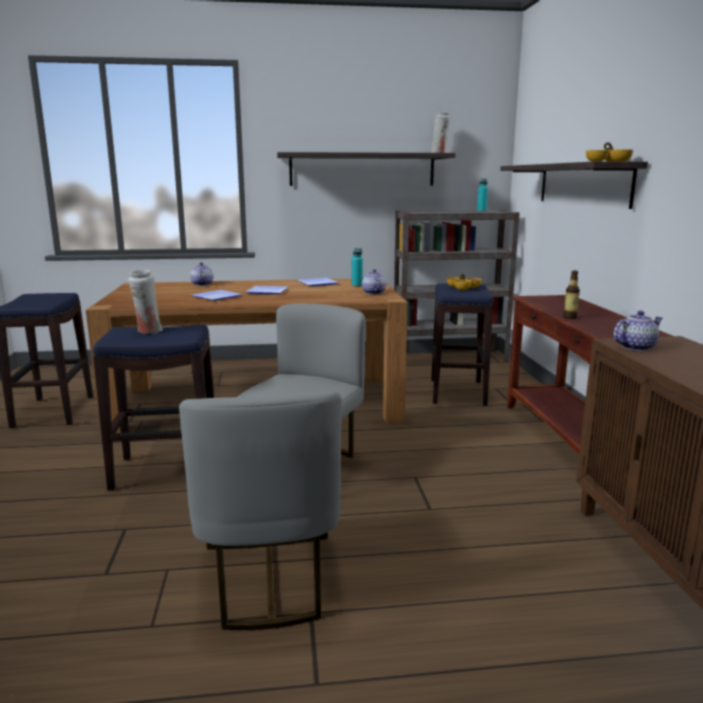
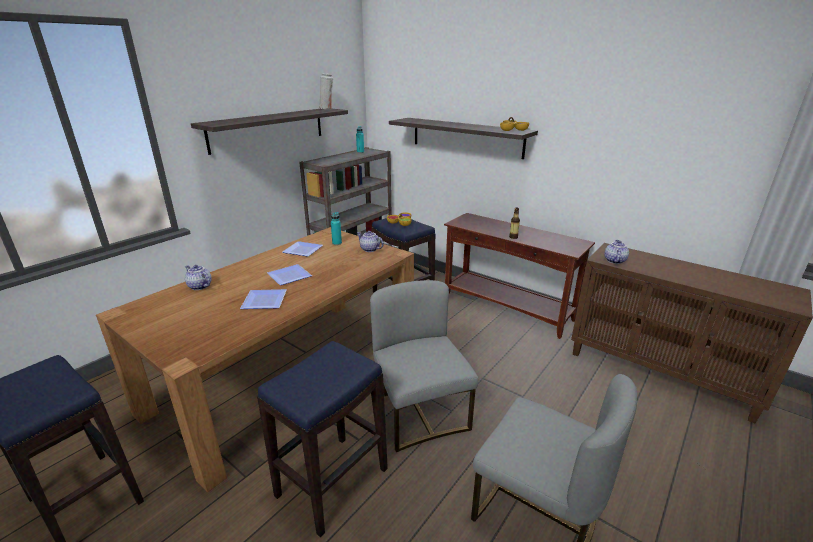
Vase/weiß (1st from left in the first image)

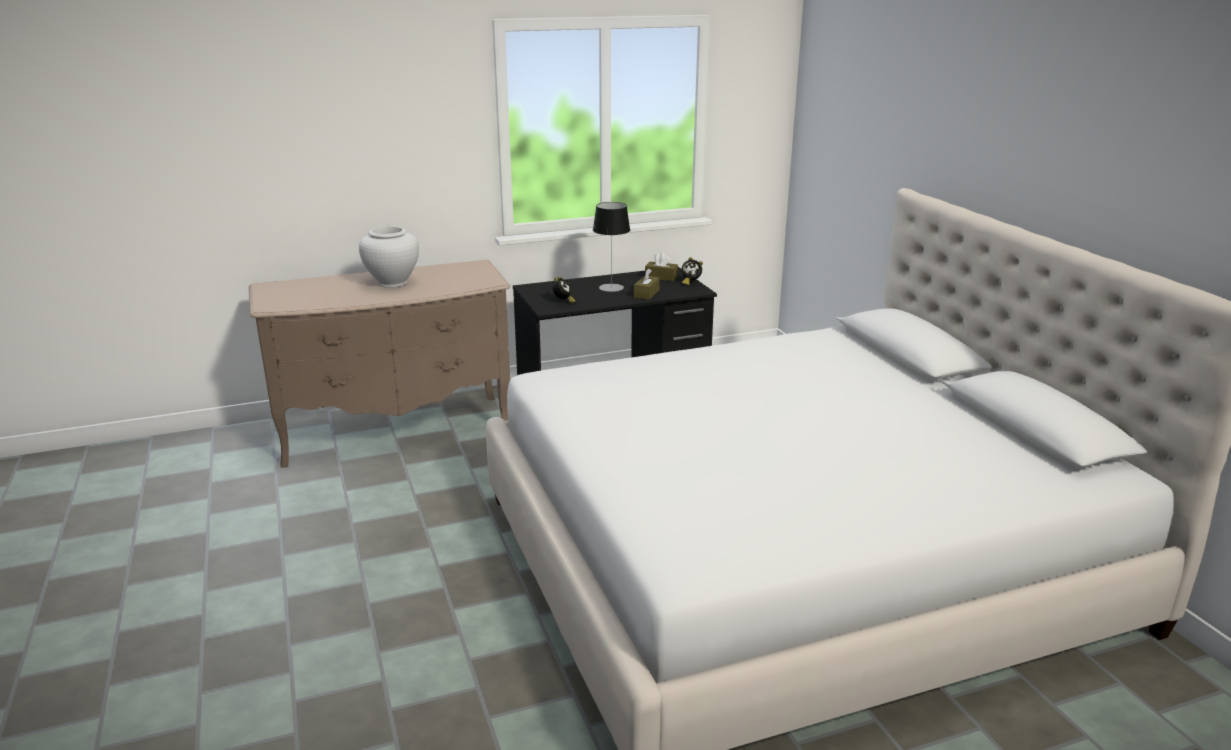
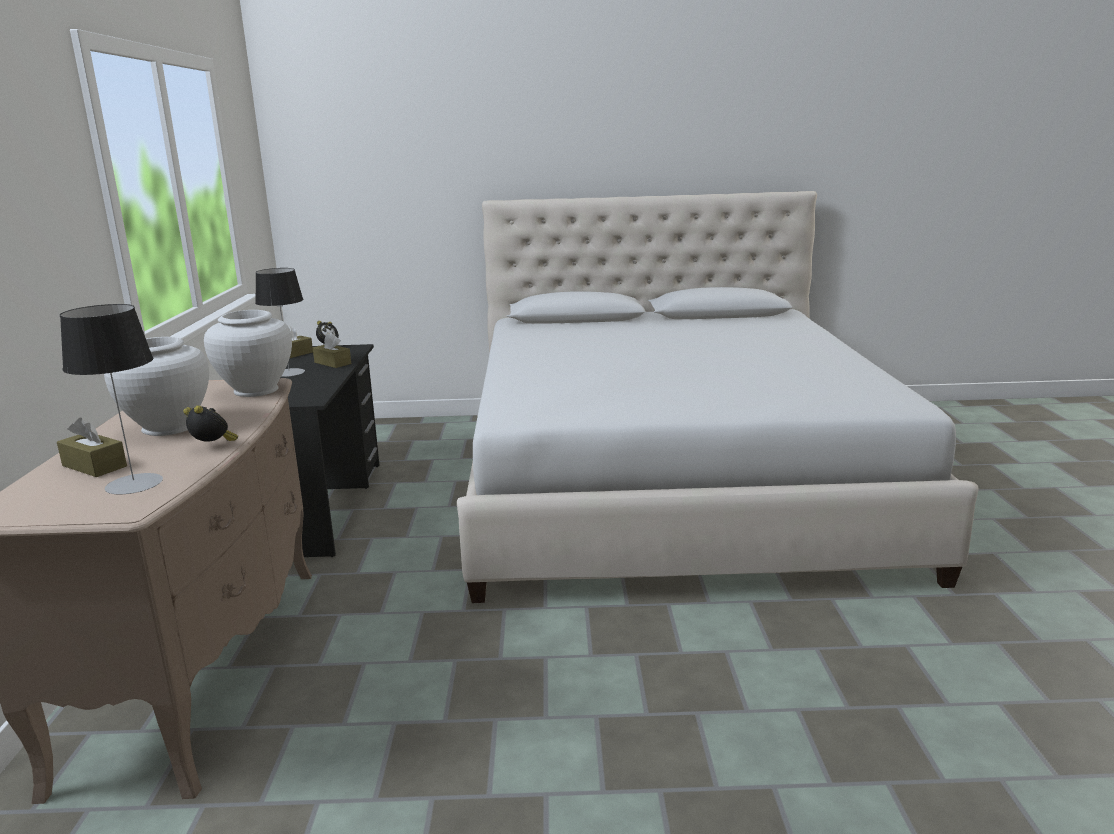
Wecker (1st from left); Taschentuchbox/braun (1st from left); Tischlampe (1st from left); Vase/weiß (2nd from left)

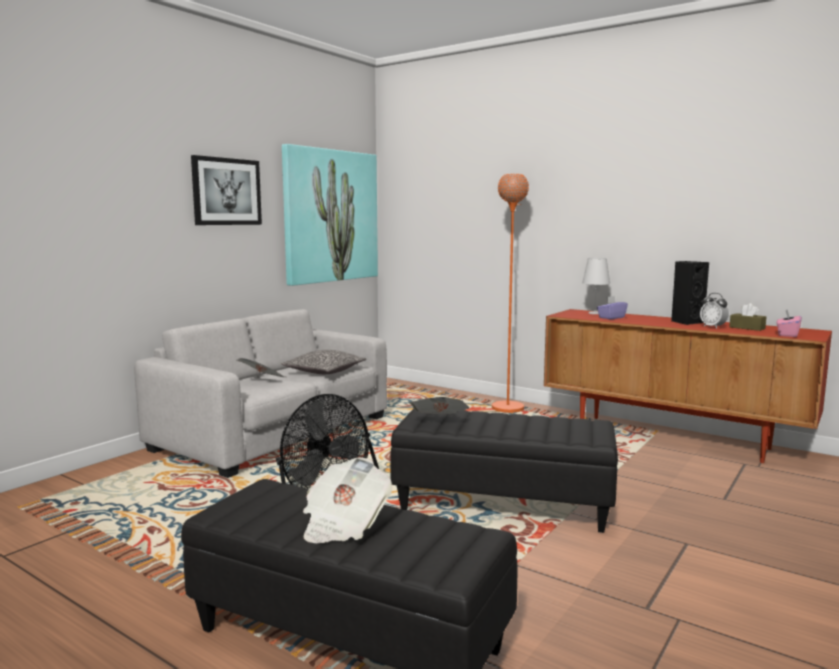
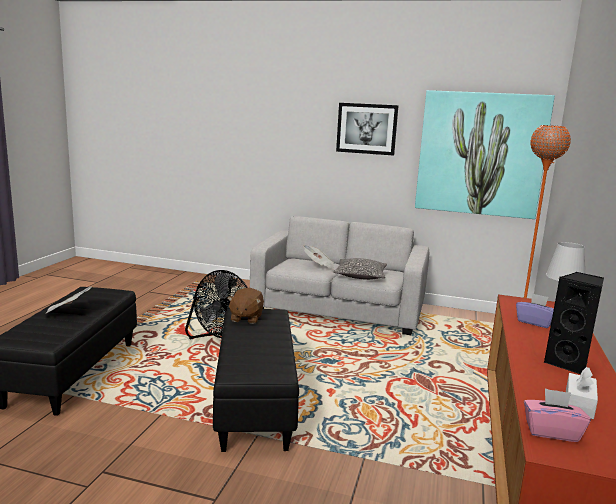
Plüschtier/braun; Wecker; Taschentuchbox/weiß

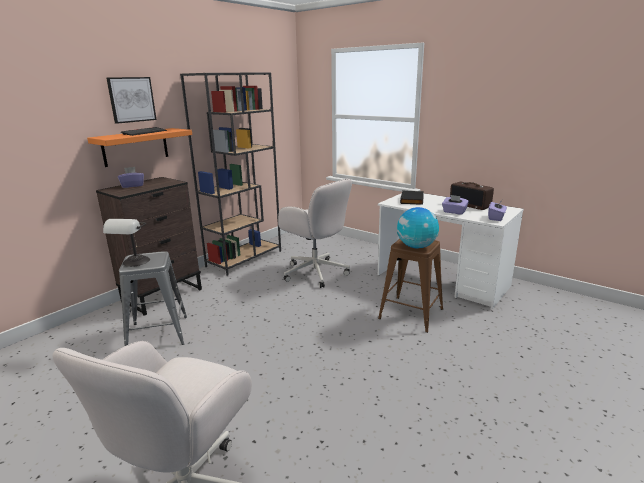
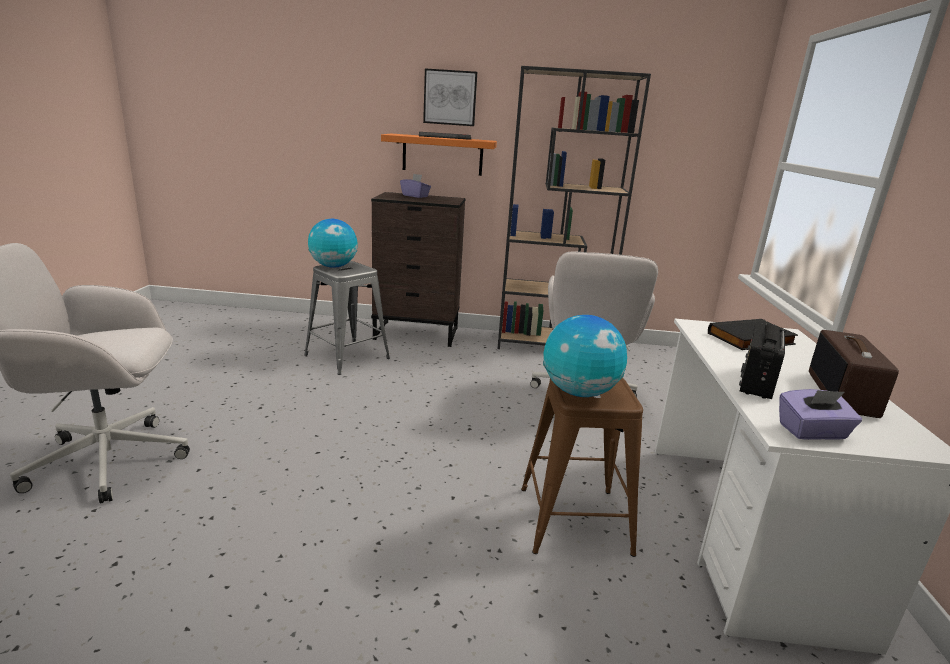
Globus (1st from left); Radio (1st from left)

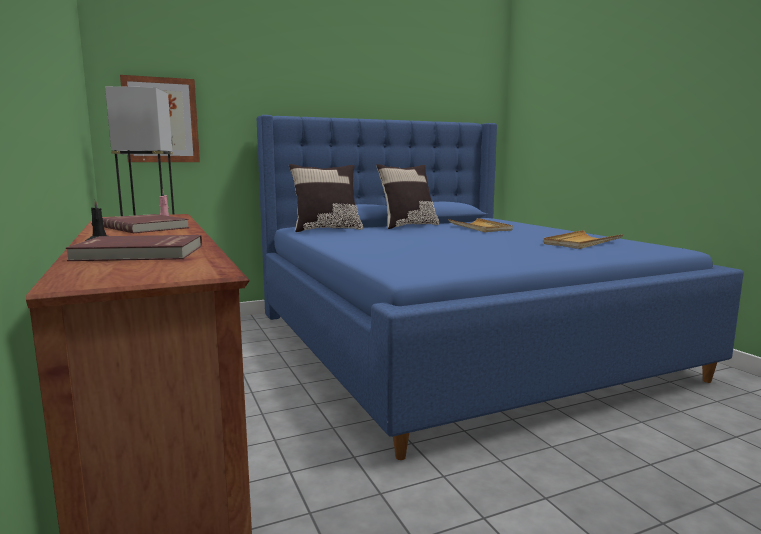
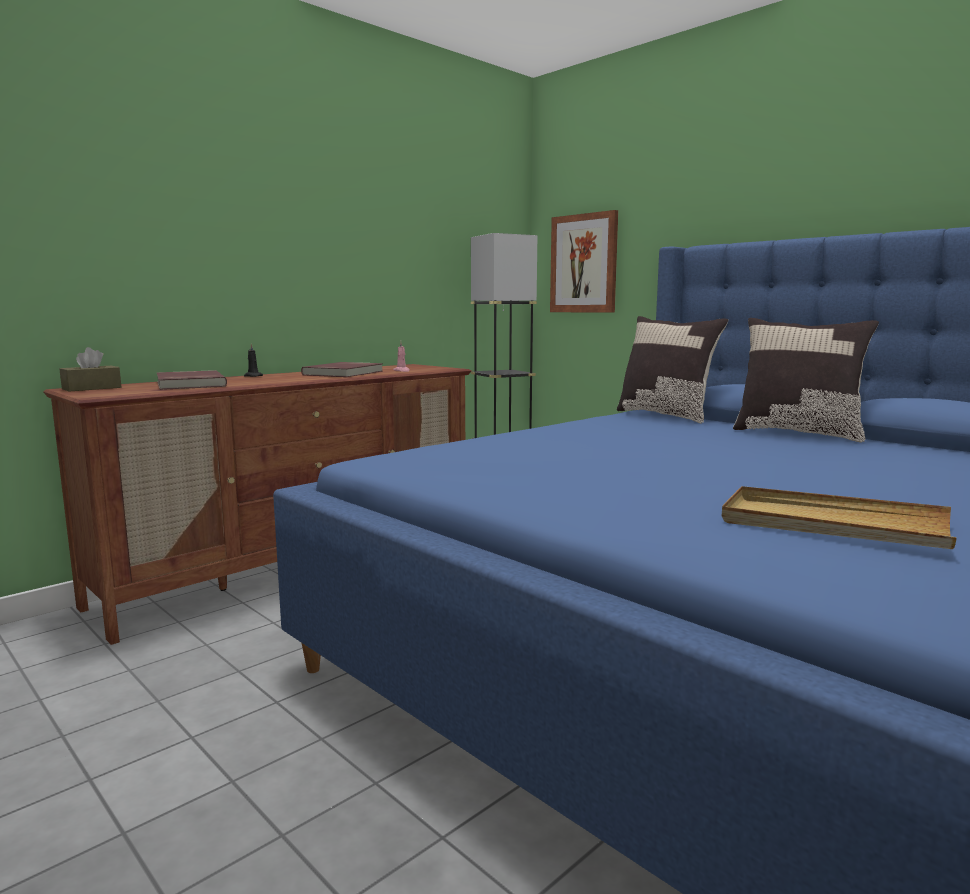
Tablett/beige (1st from left in the first image); Taschentuchbox/braun

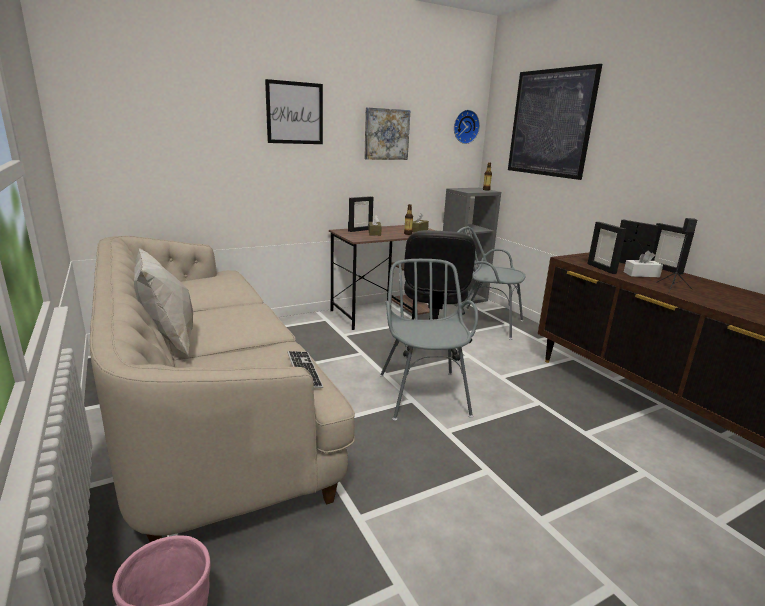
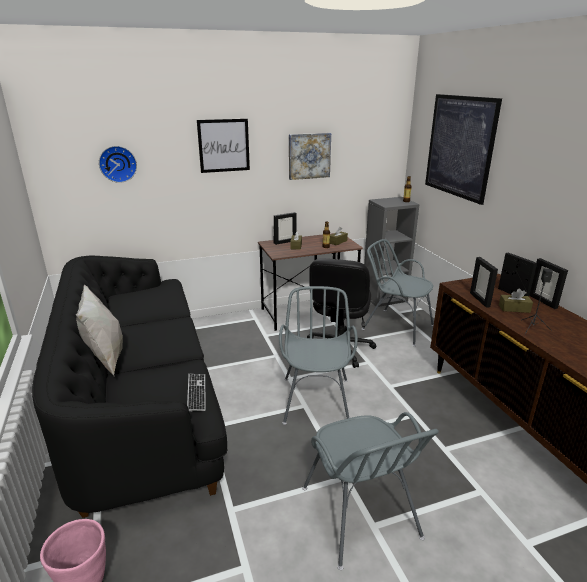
Sofa/schwarz; Wanduhr; Taschentuchbox/braun (3rd from left); Stuhl/grau (2nd from left)

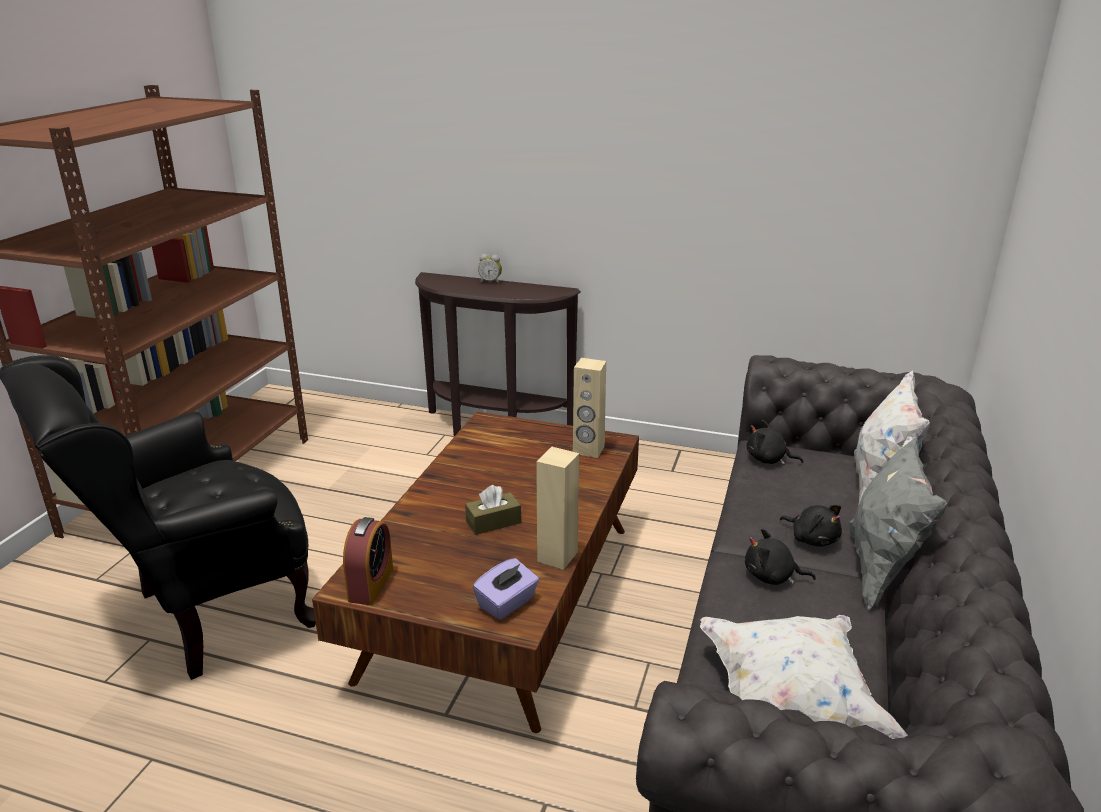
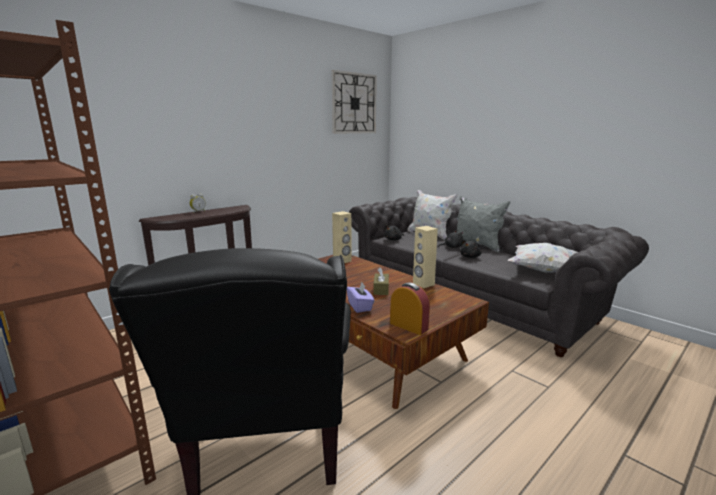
Taschentuchbox/lila; Wanduhr

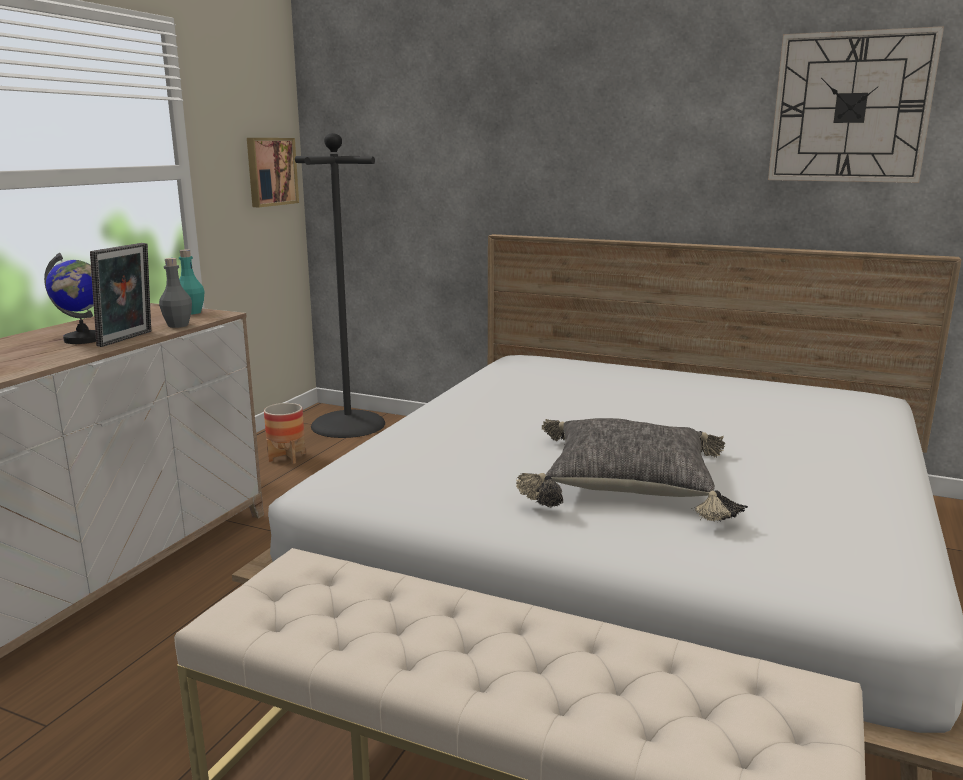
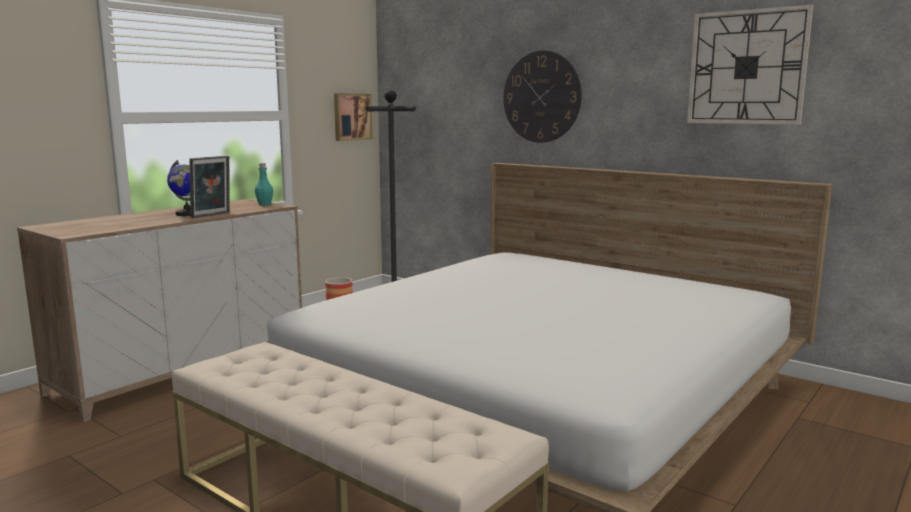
Flasche/grau; Kissen; Wanduhr (1st from left)

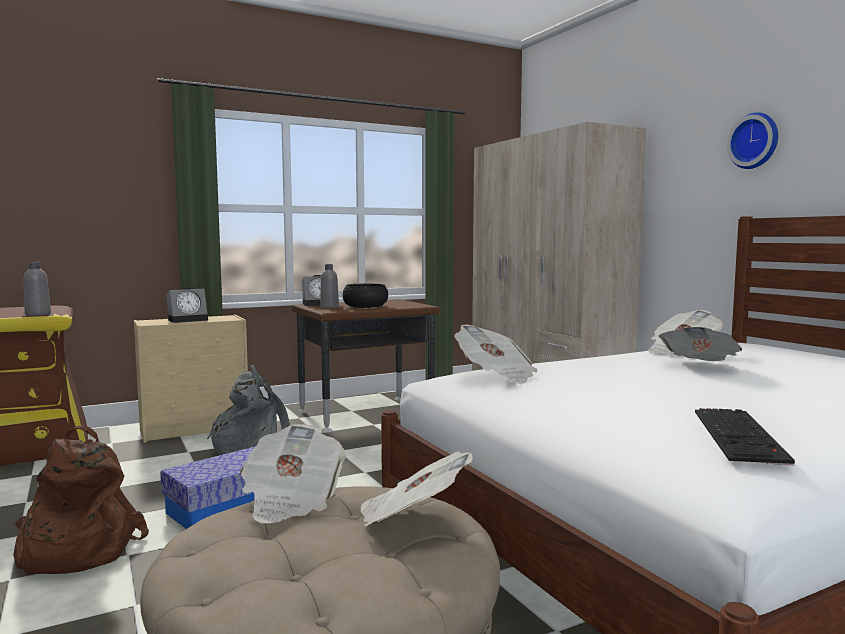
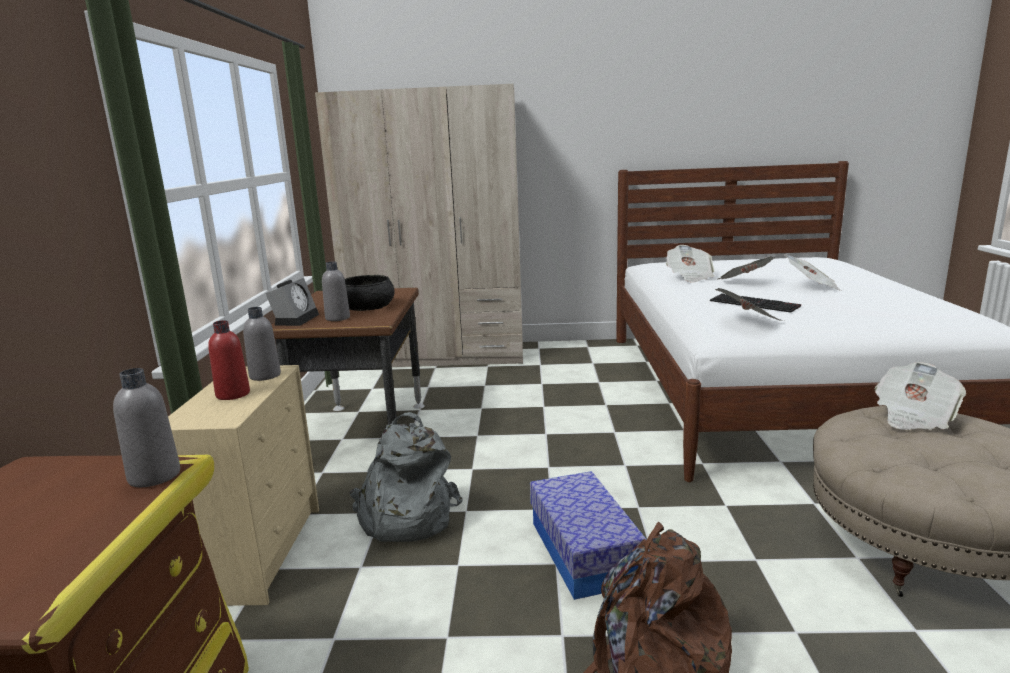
Flasche/rot; Zeitung (4th from left); Tastatur; Wanduhr; Flasche/grau (2nd from left)

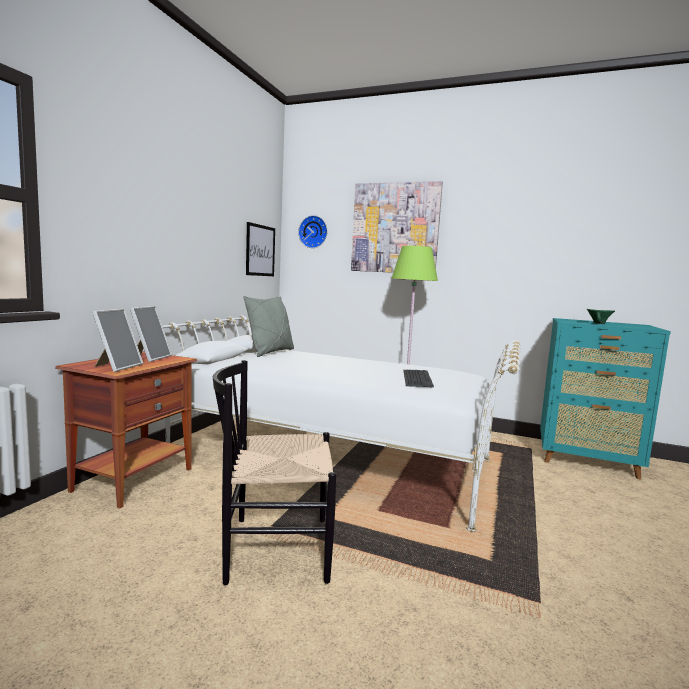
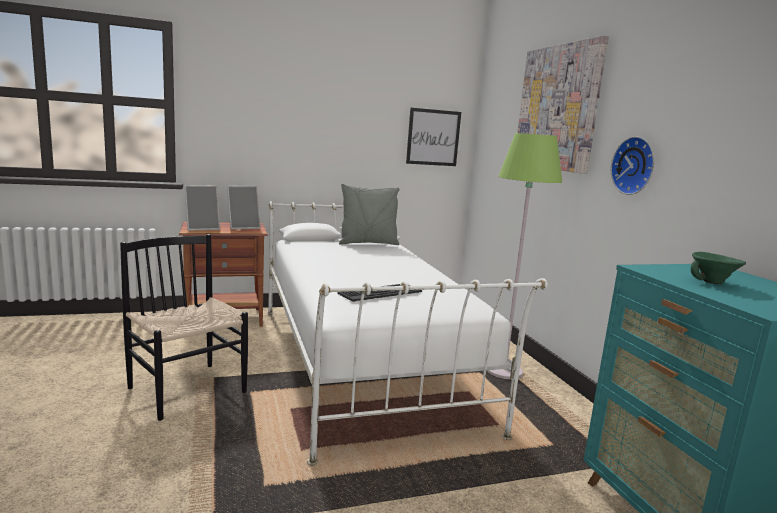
Wanduhr

